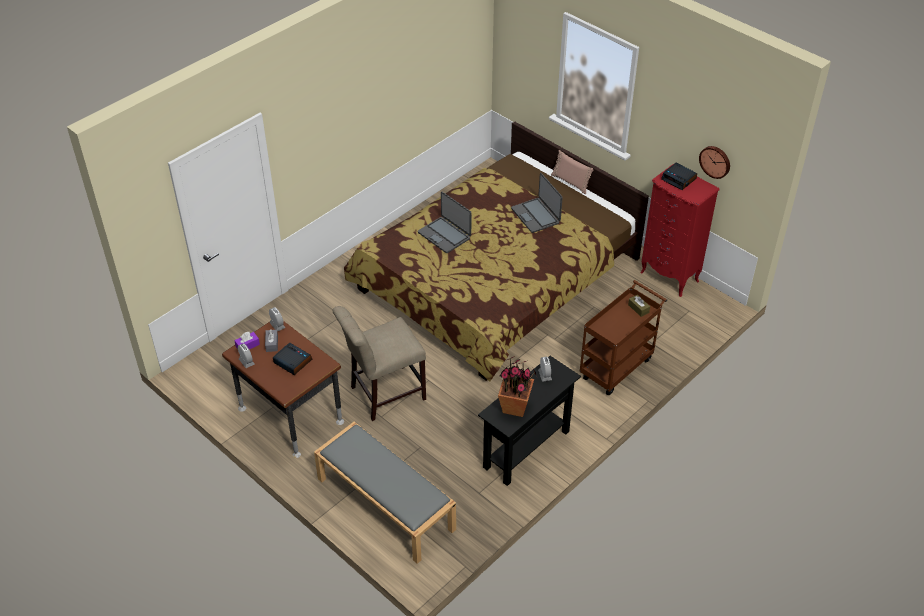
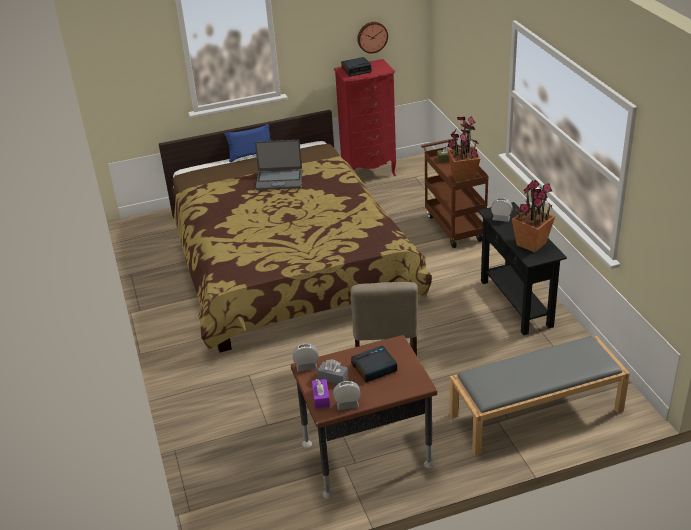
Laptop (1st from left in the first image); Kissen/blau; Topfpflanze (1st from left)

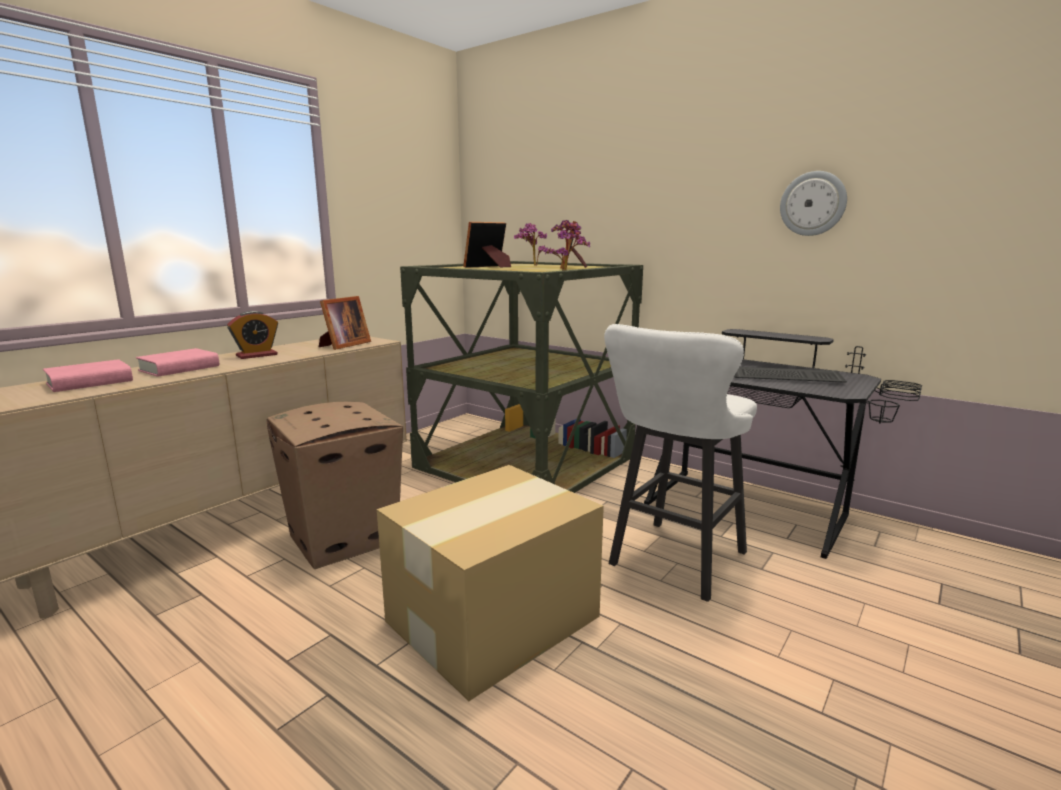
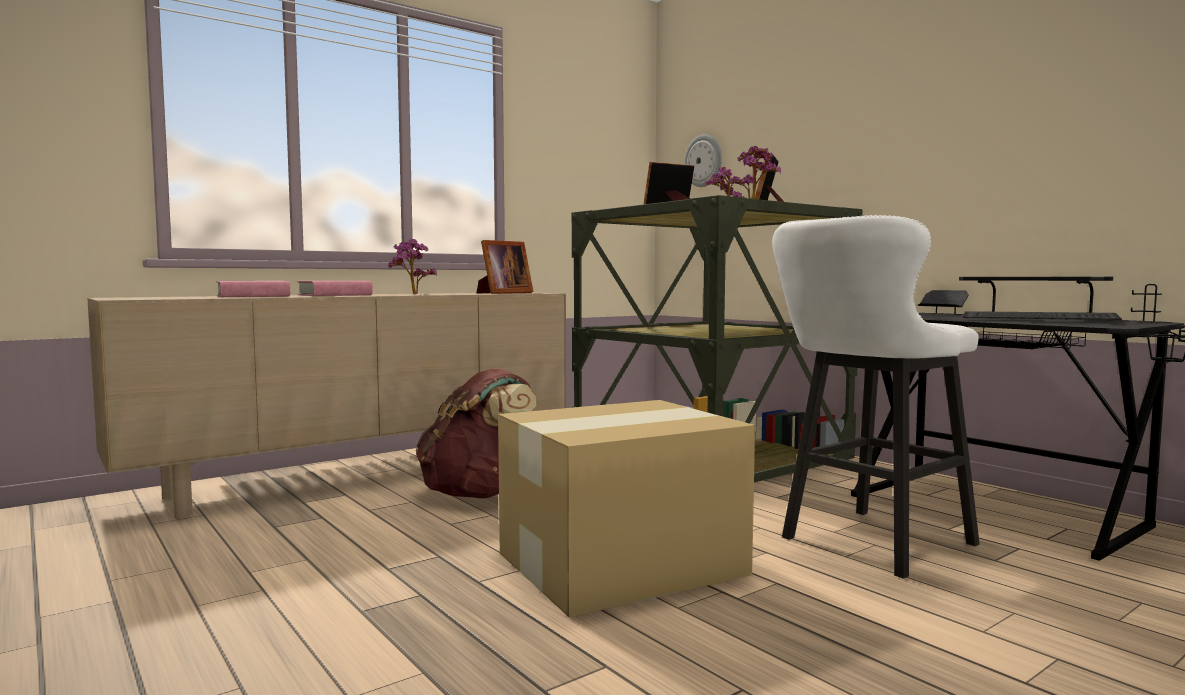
Topfpflanze (1st from left); Rucksack/braun; Wanduhr

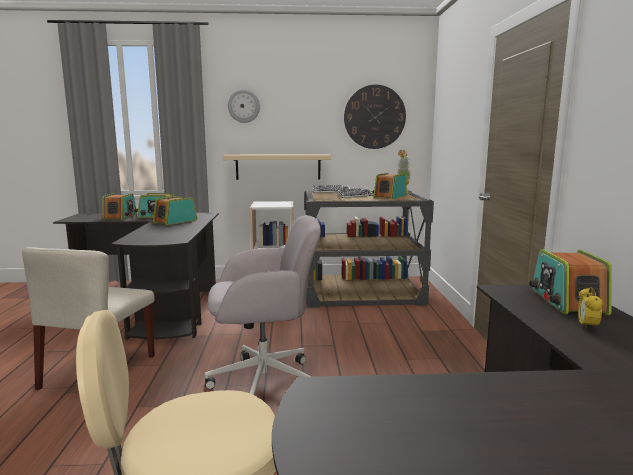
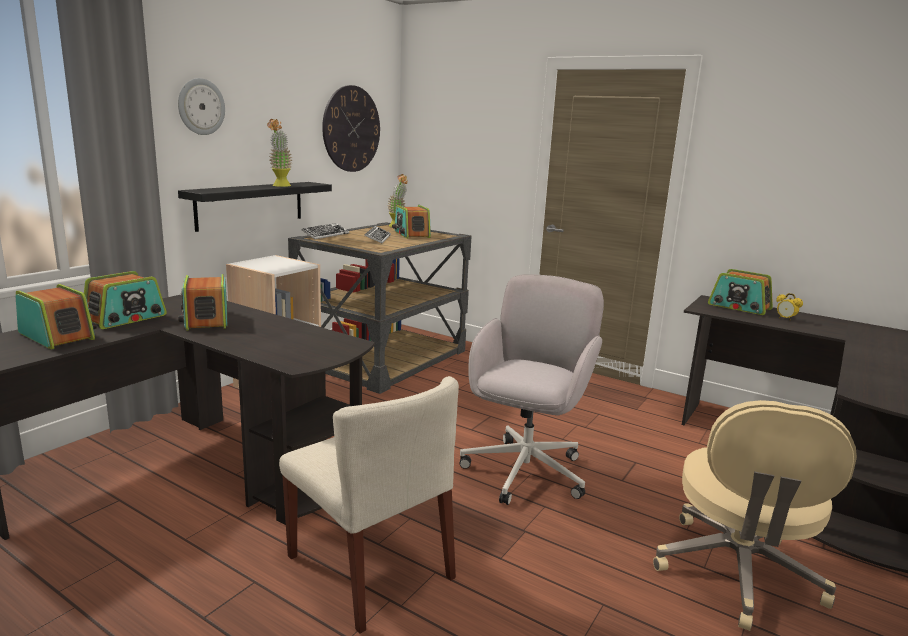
Wandregal/schwarz; Topfpflanze (1st from left)

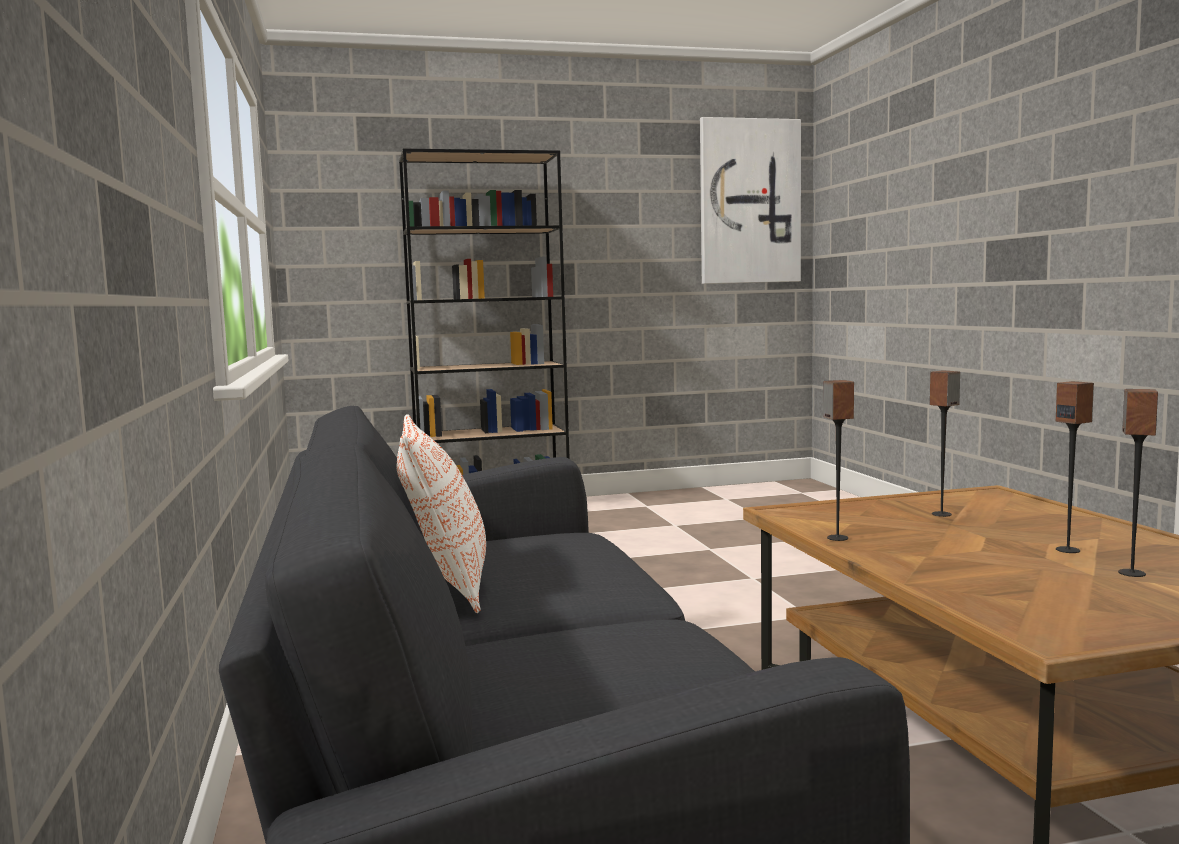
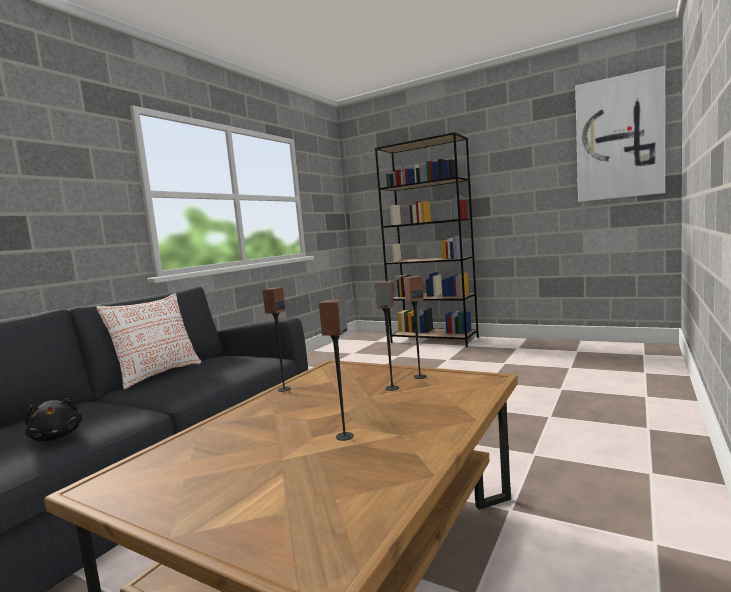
Lautsprecher (4th from left); Plüschtier/schwarz

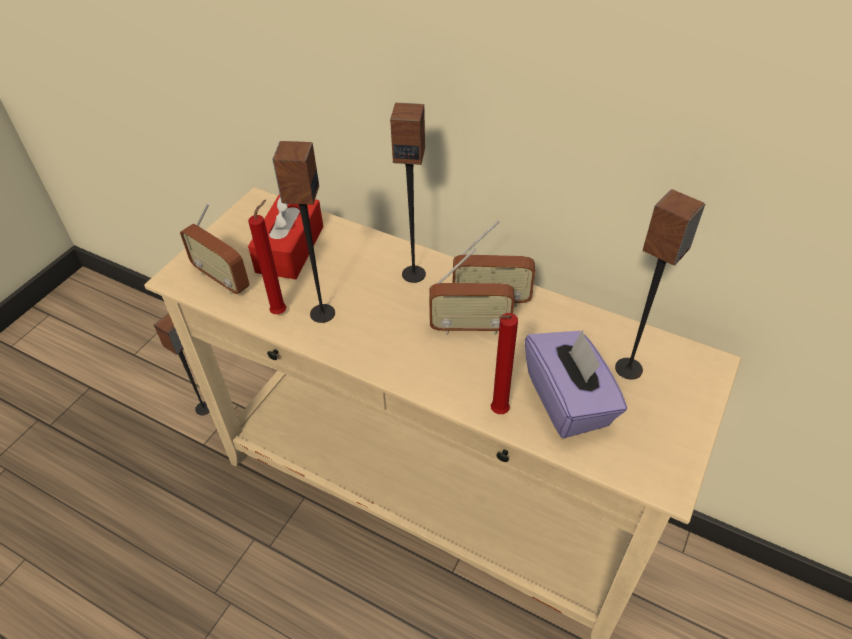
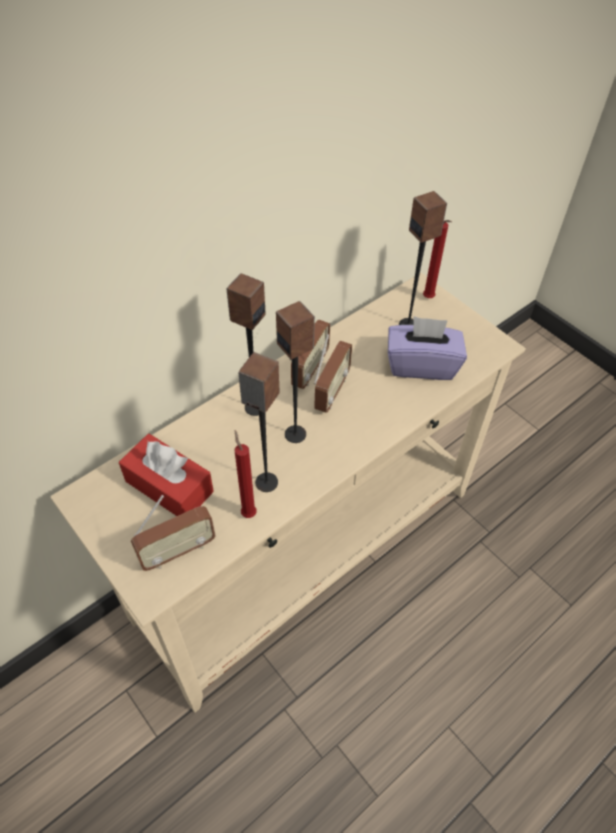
Lautsprecher (3rd from left); Kerze/rot (2nd from left)

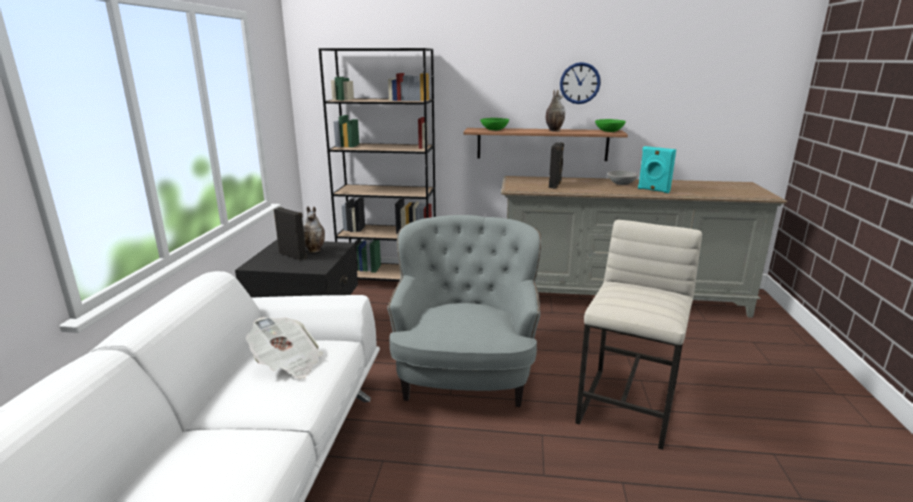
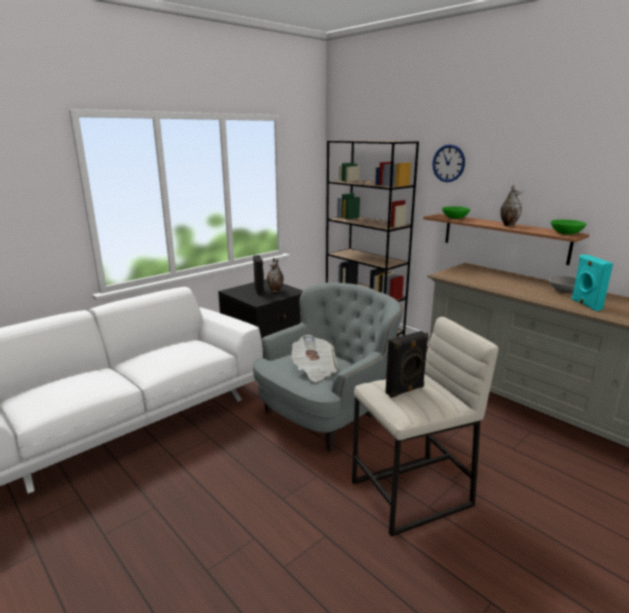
Zeitung; Lautsprecher/schwarz (2nd from left); Wanduhr

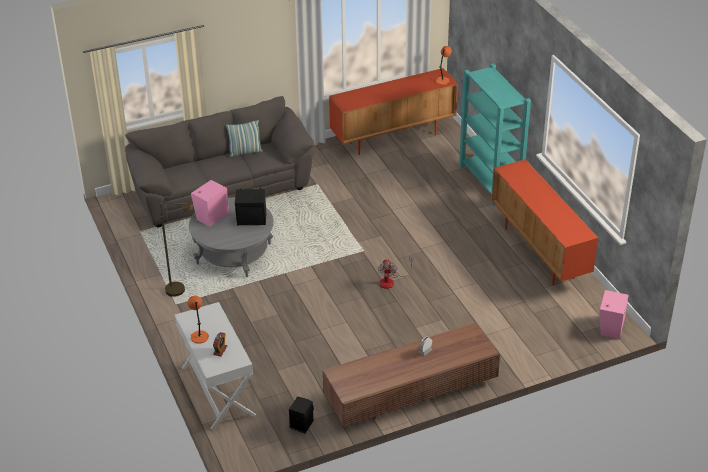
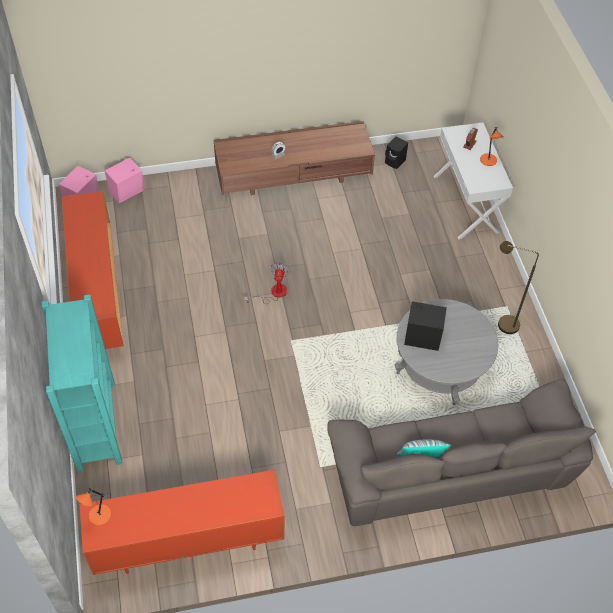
Lautsprecher/rosa (2nd from left)

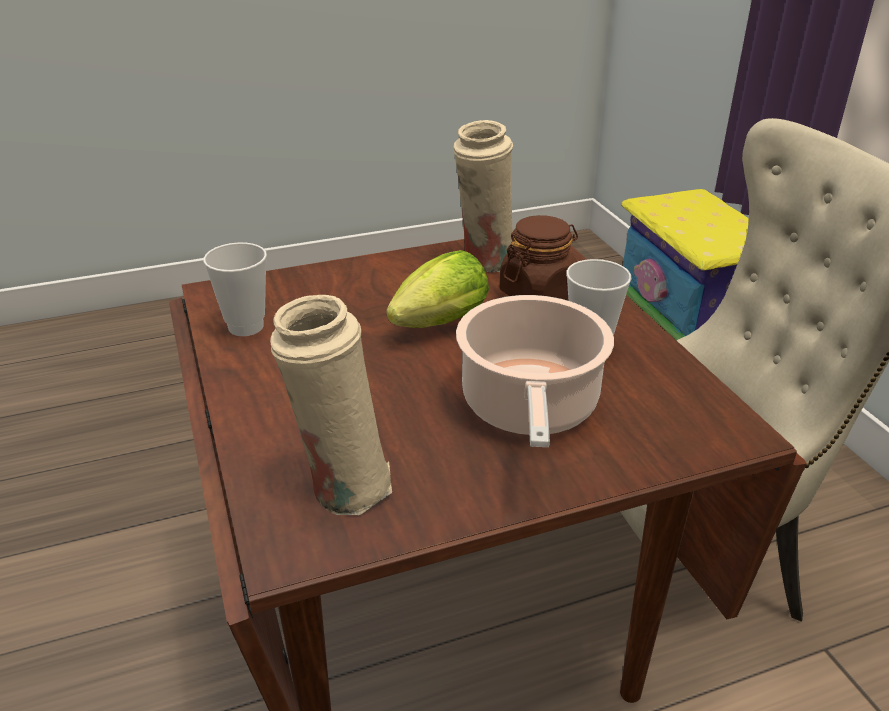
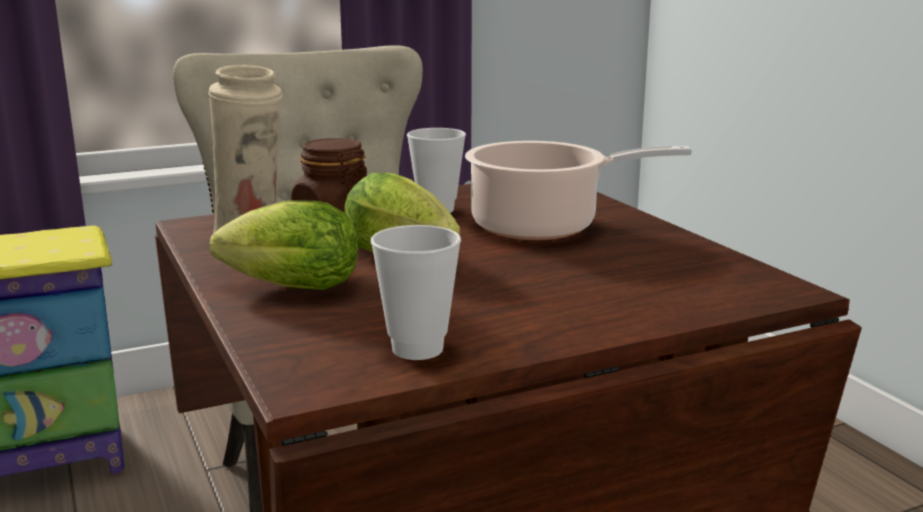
Vase/beige (1st from left in the first image); Salatkopf (1st from left)

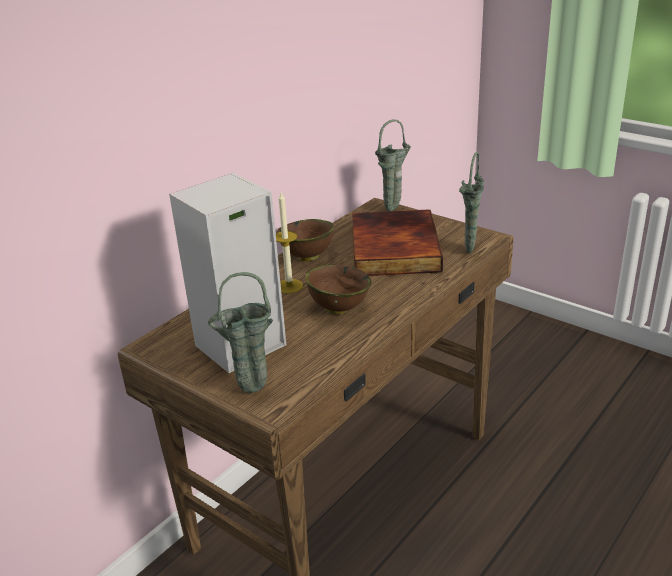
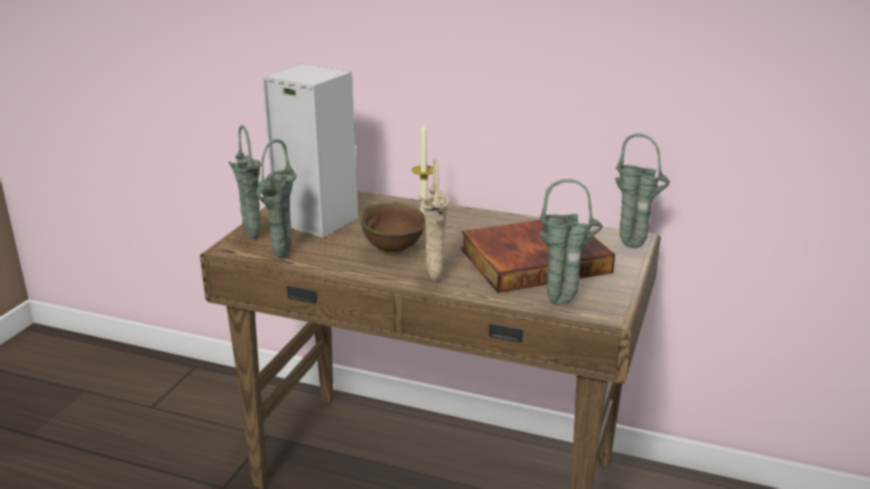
Schüssel/braun (1st from left in the first image); Vase/grün (2nd from left); Vase/beige

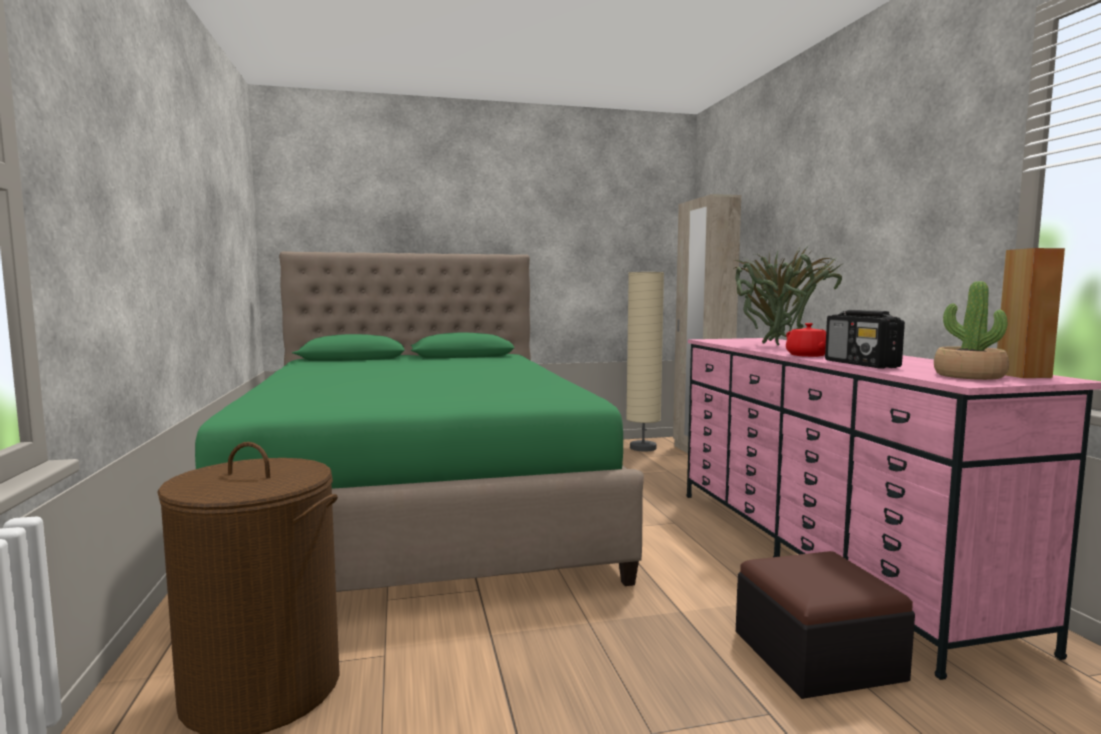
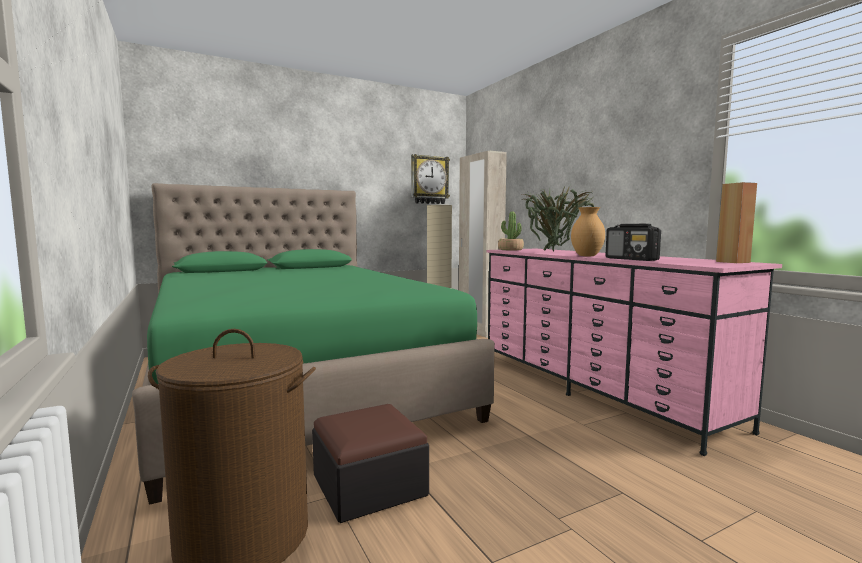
Polsterhocker; Vase/braun; Topfpflanze (1st from left); Wanduhr

